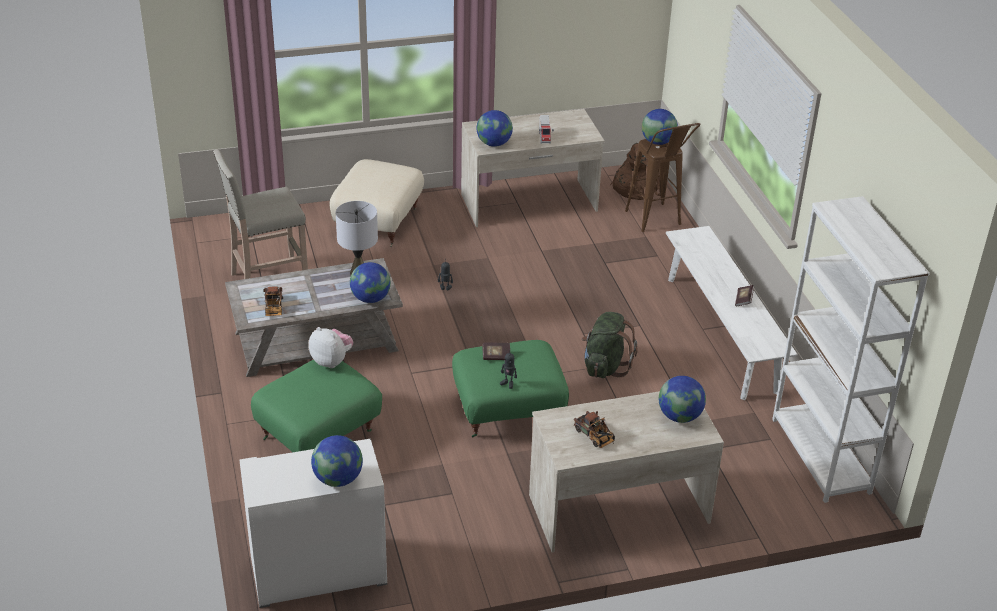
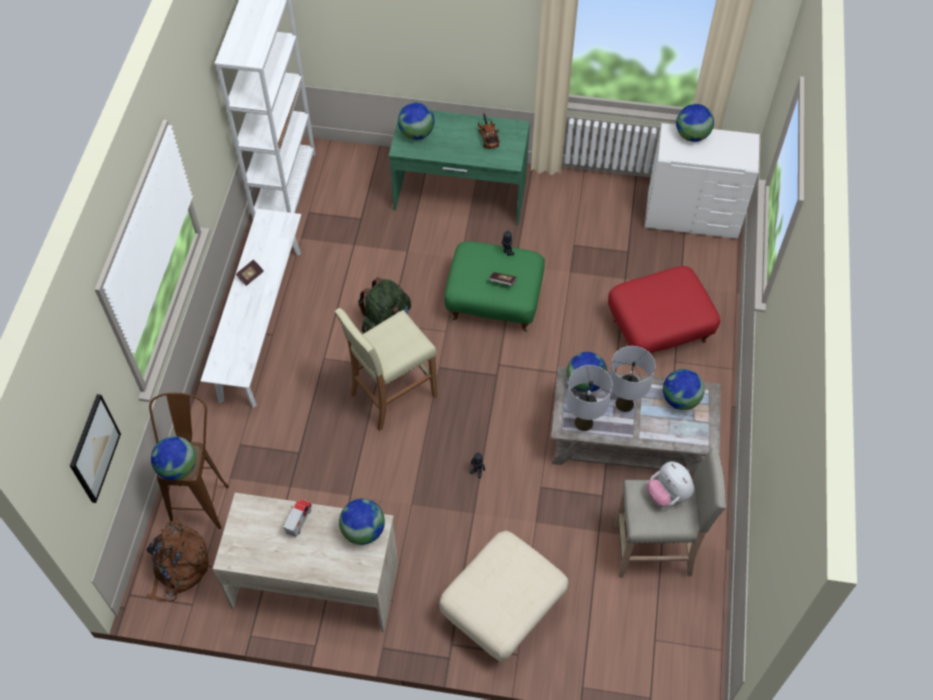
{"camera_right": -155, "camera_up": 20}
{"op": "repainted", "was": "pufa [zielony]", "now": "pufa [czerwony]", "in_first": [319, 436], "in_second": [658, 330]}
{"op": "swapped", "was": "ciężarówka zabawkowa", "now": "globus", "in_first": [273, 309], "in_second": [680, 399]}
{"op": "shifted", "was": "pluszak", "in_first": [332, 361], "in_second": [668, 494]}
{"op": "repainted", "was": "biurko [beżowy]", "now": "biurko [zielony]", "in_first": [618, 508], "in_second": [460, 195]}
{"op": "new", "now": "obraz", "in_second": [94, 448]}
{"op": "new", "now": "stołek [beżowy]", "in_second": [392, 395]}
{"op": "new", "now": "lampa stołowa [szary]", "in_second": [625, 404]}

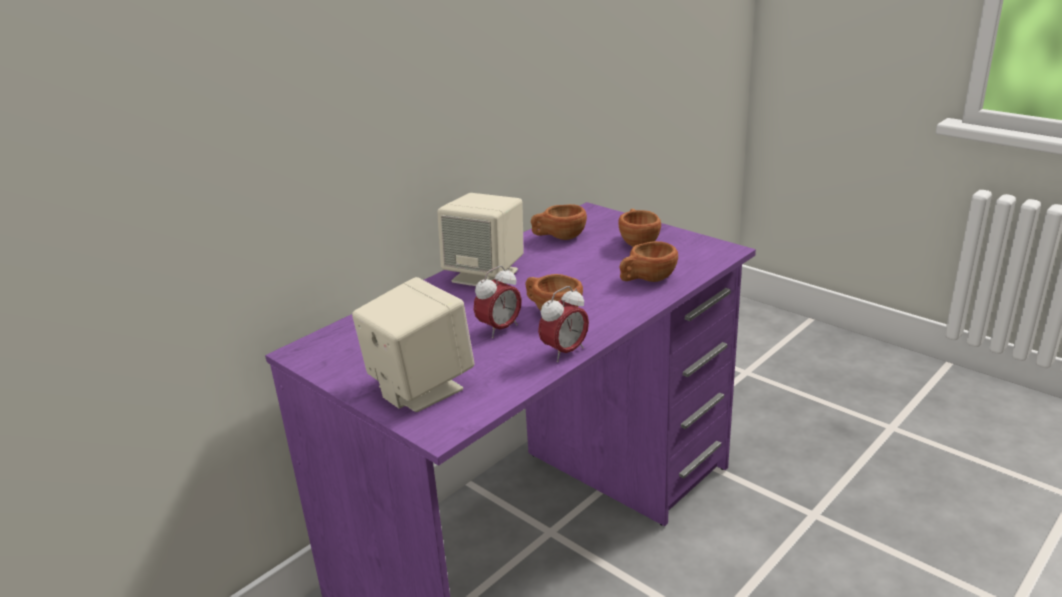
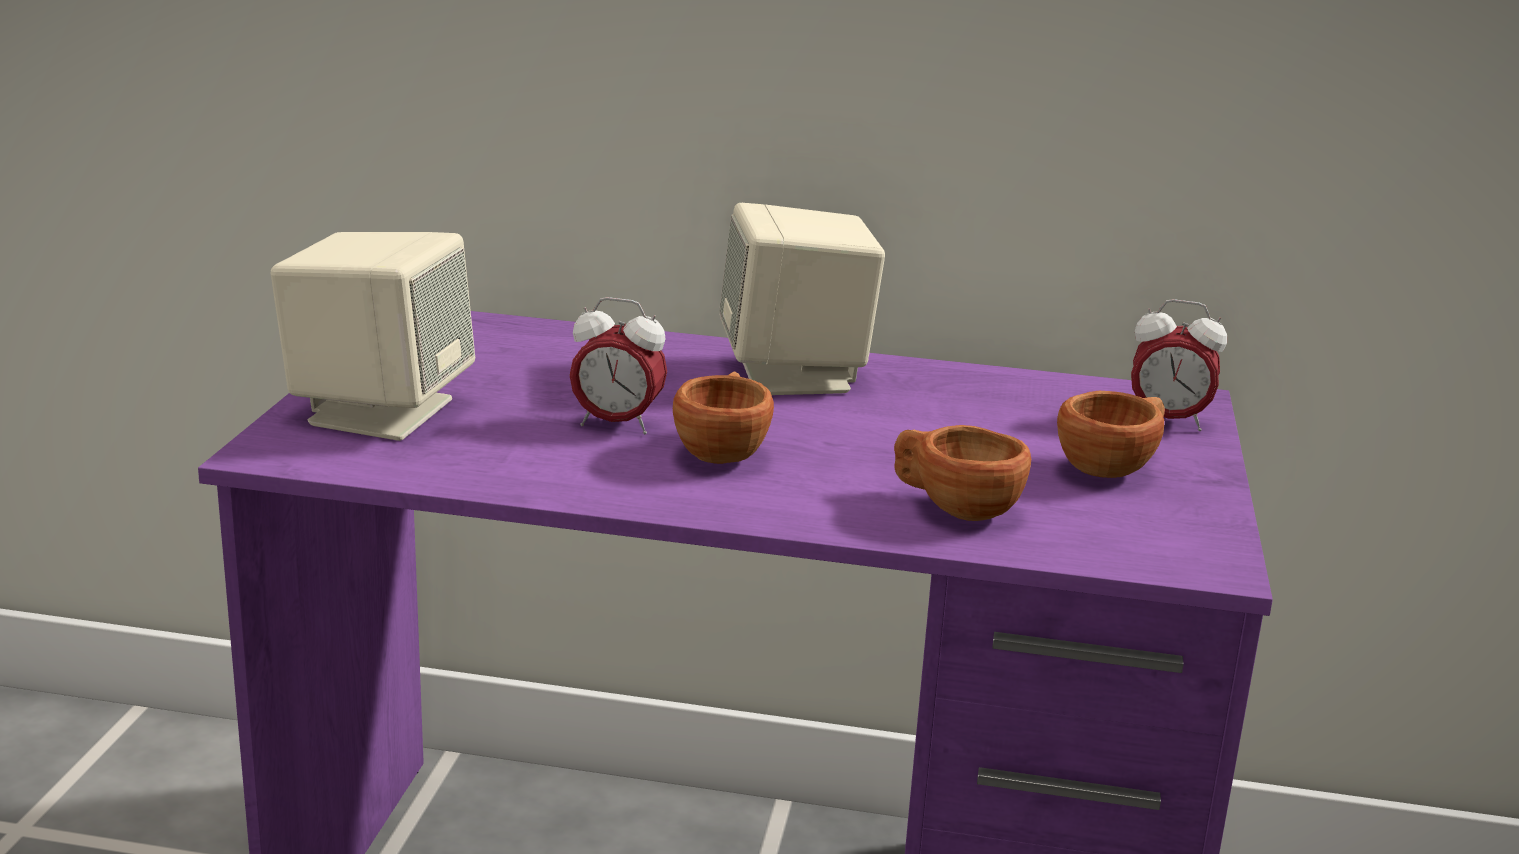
{"camera_right": 55, "camera_up": -5}
{"op": "gone", "was": "filiżanka [brązowy]", "in_first": [559, 237]}
{"op": "shifted", "was": "budzik", "in_first": [564, 352], "in_second": [1167, 421]}

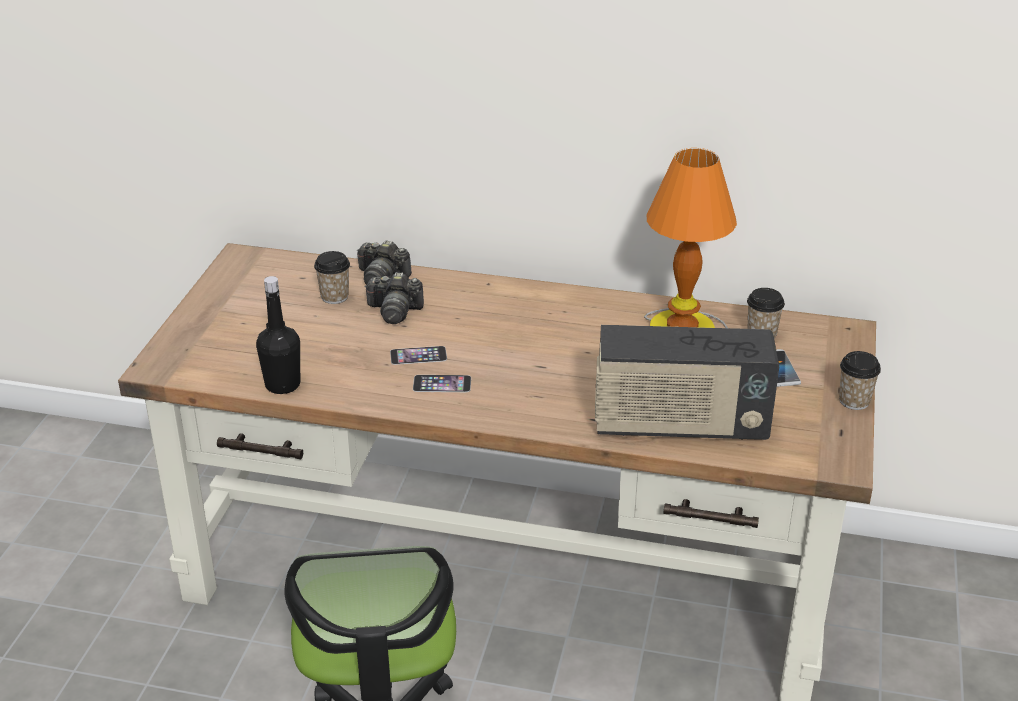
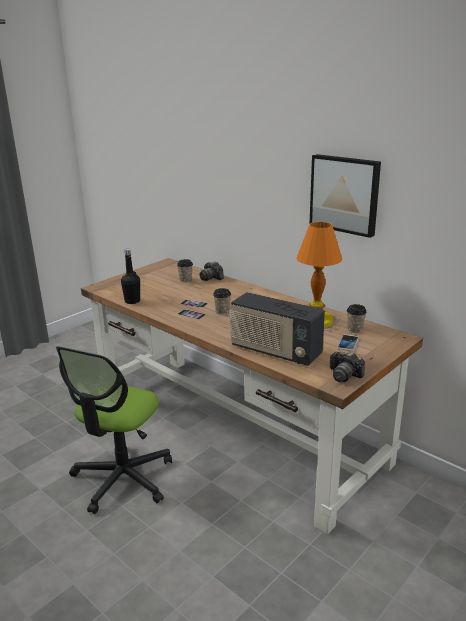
{"camera_right": 30, "camera_up": -10}
{"op": "shifted", "was": "aparat fotograficzny", "in_first": [395, 311], "in_second": [344, 375]}
{"op": "shifted", "was": "filiżanka", "in_first": [854, 401], "in_second": [222, 312]}
{"op": "new", "now": "obraz", "in_second": [345, 194]}

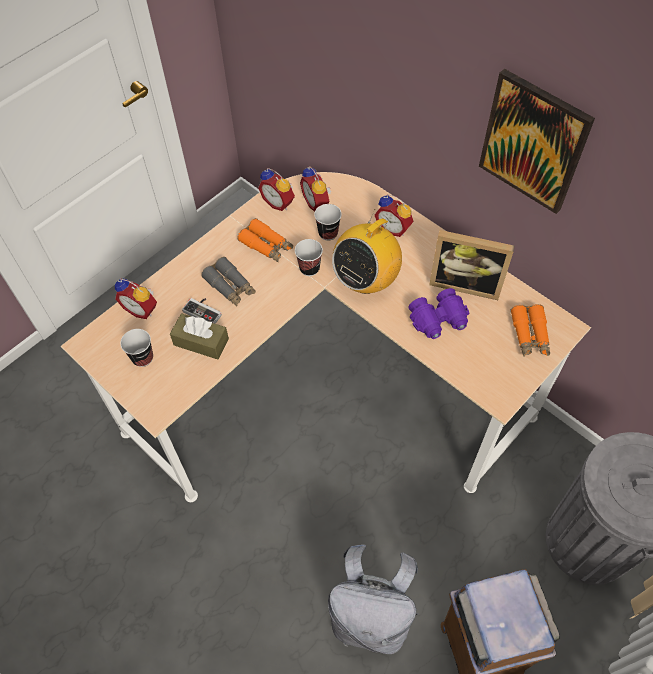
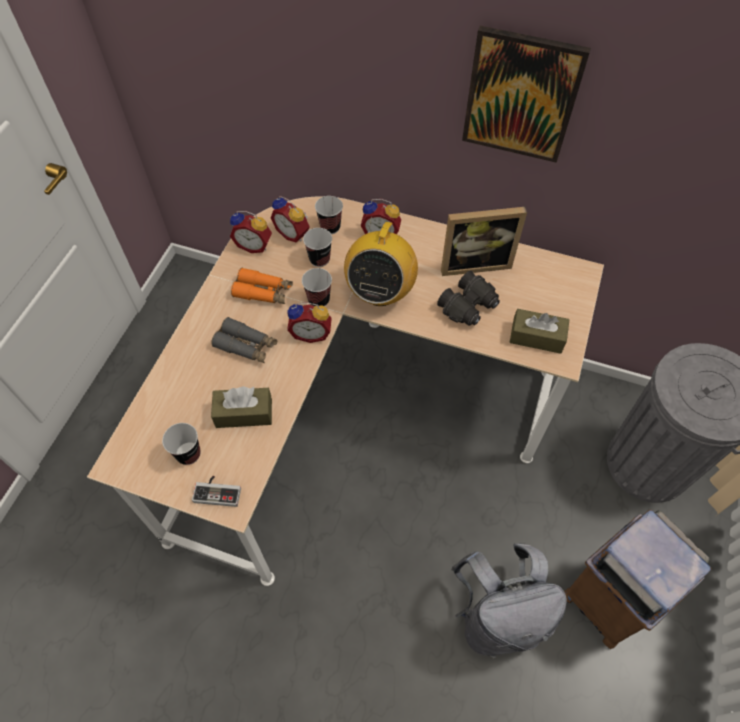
{"camera_right": -25, "camera_up": 0}
{"op": "shifted", "was": "budzik", "in_first": [142, 309], "in_second": [311, 333]}
{"op": "shifted", "was": "pad do gier", "in_first": [204, 311], "in_second": [218, 491]}
{"op": "repainted", "was": "lornetka [fioletowy]", "now": "lornetka [czarny]", "in_first": [439, 321], "in_second": [469, 306]}
{"op": "gone", "was": "lornetka [pomarańczowy]", "in_first": [529, 335]}
{"op": "new", "now": "filiżanka", "in_second": [330, 227]}
{"op": "new", "now": "pudełko chusteczek [brązowy]", "in_second": [536, 337]}

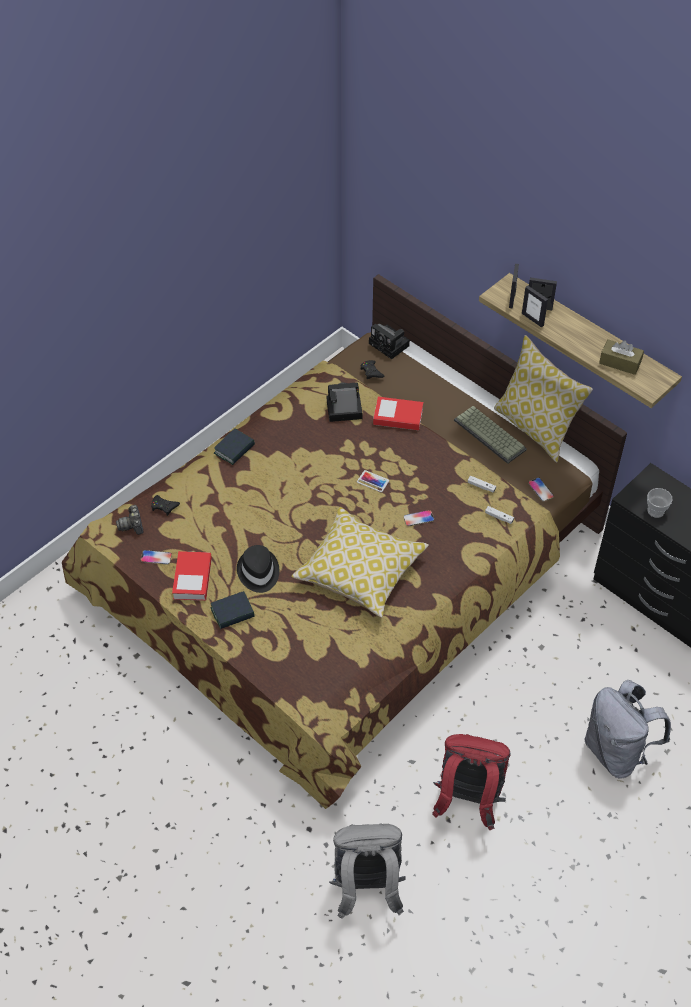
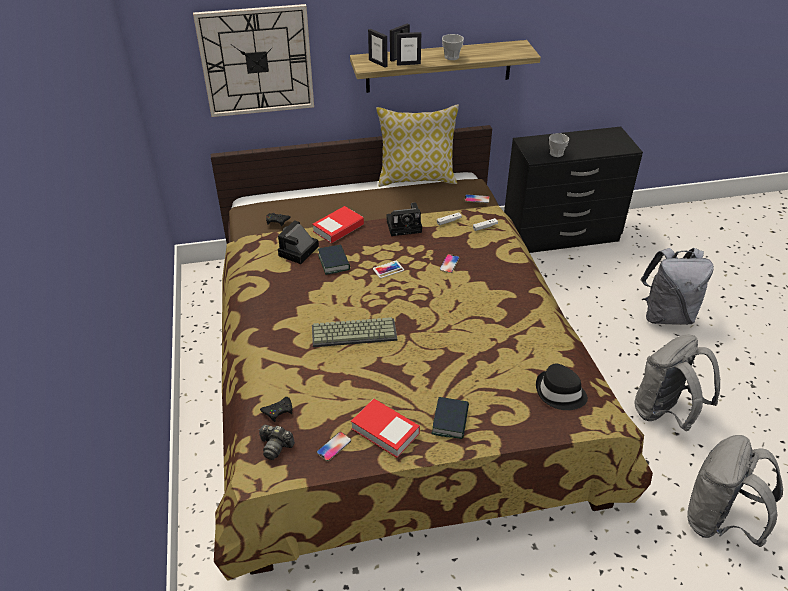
{"camera_right": -55, "camera_up": -10}
{"op": "shifted", "was": "książka", "in_first": [234, 449], "in_second": [334, 262]}
{"op": "shifted", "was": "kapelusz [czarny]", "in_first": [258, 572], "in_second": [560, 393]}
{"op": "gone", "was": "poduszka", "in_first": [360, 571]}
{"op": "shifted", "was": "aparat fotograficzny", "in_first": [390, 345], "in_second": [405, 226]}
{"op": "repainted", "was": "plecak [czerwony]", "now": "plecak [szary]", "in_first": [467, 800], "in_second": [664, 413]}
{"op": "shifted", "was": "klawiatura", "in_first": [491, 435], "in_second": [355, 332]}
{"op": "gone", "was": "pudełko chusteczek [brązowy]", "in_first": [620, 362]}
{"op": "new", "now": "zegar ścienny", "in_second": [256, 61]}
{"op": "new", "now": "filiżanka", "in_second": [451, 57]}

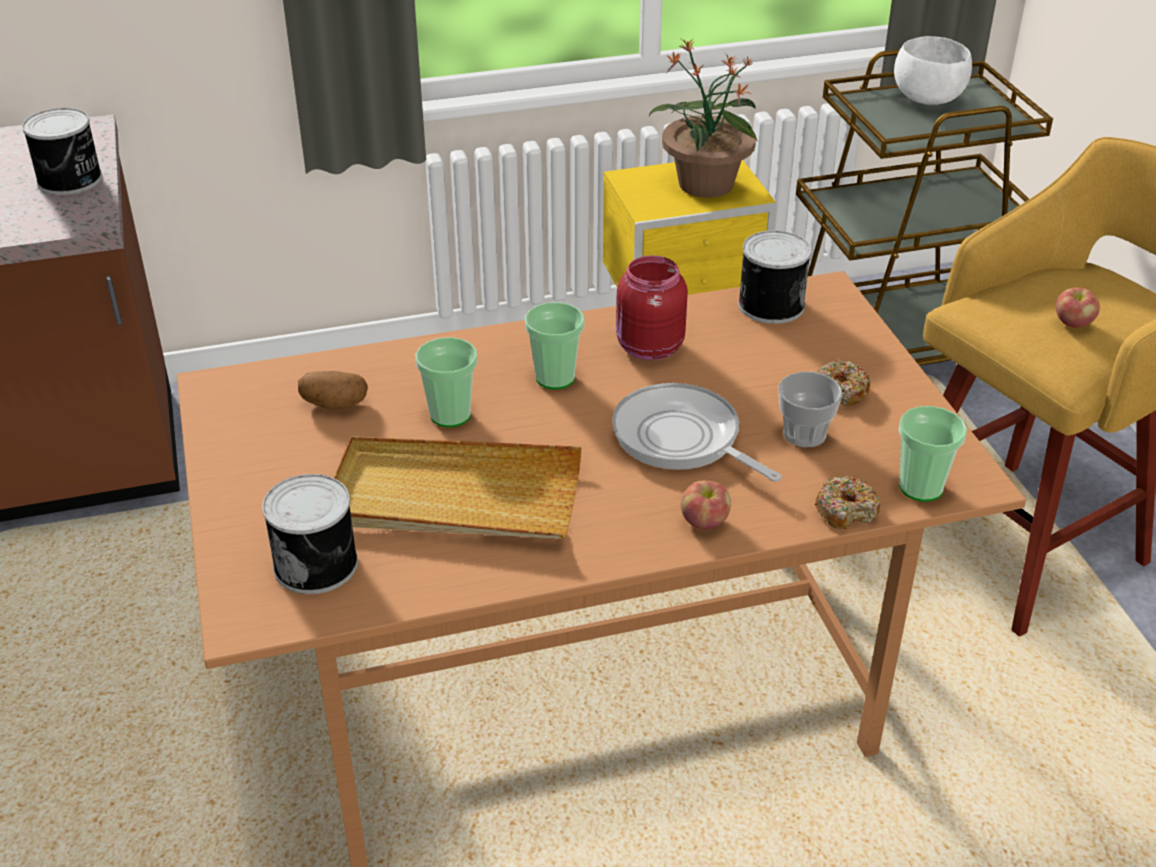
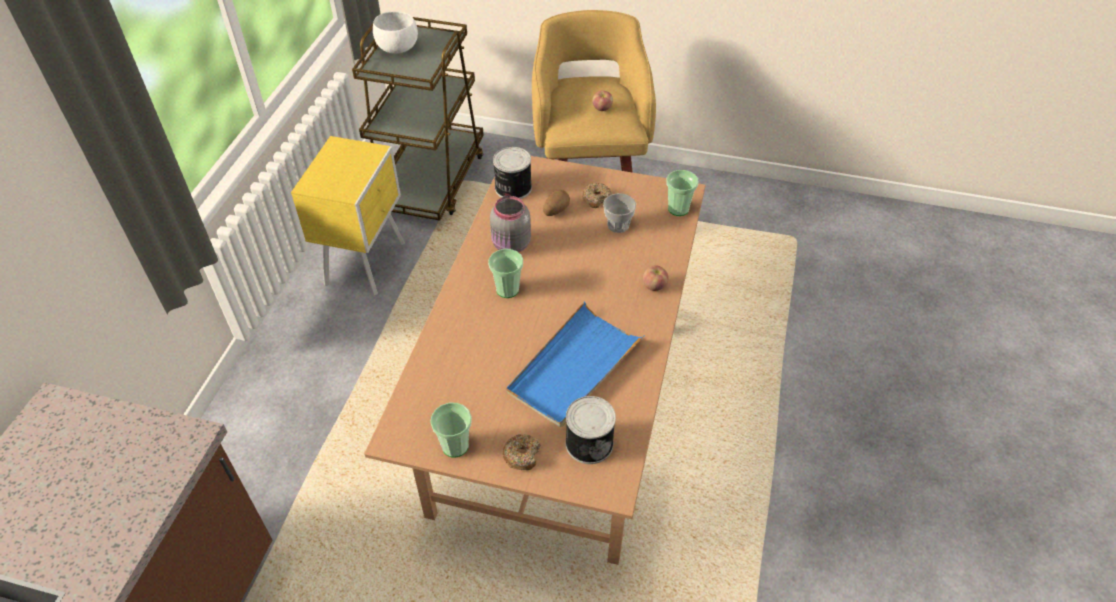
{"camera_right": -60, "camera_up": 10}
{"op": "gone", "was": "puszka", "in_first": [71, 180]}
{"op": "shifted", "was": "ziemniak", "in_first": [334, 405], "in_second": [555, 210]}
{"op": "repainted", "was": "taca [beżowy]", "now": "taca [niebieski]", "in_first": [453, 497], "in_second": [574, 367]}
{"op": "shifted", "was": "filiżanka", "in_first": [450, 415], "in_second": [455, 446]}
{"op": "gone", "was": "patelnia", "in_first": [681, 439]}
{"op": "repainted", "was": "słoik [czerwony]", "now": "słoik [szary]", "in_first": [648, 348], "in_second": [511, 245]}
{"op": "gone", "was": "roślina doniczkowa", "in_first": [705, 185]}
{"op": "shifted", "was": "donut", "in_first": [846, 510], "in_second": [522, 455]}

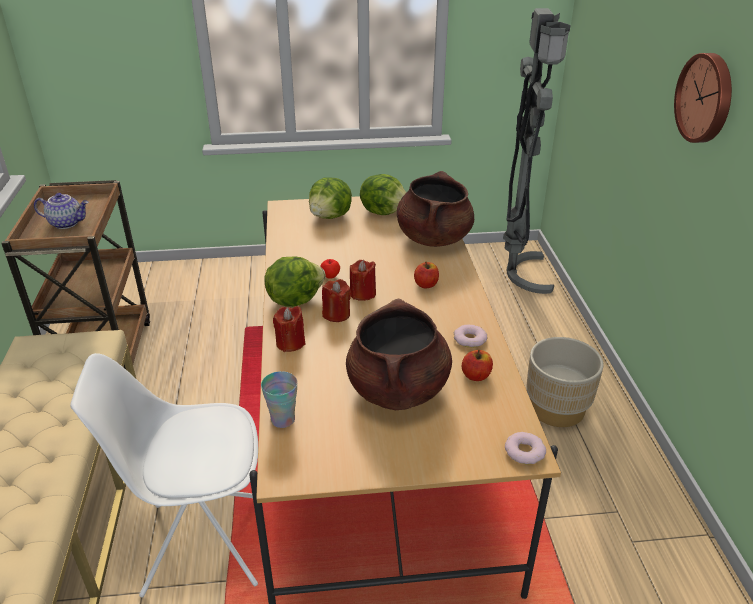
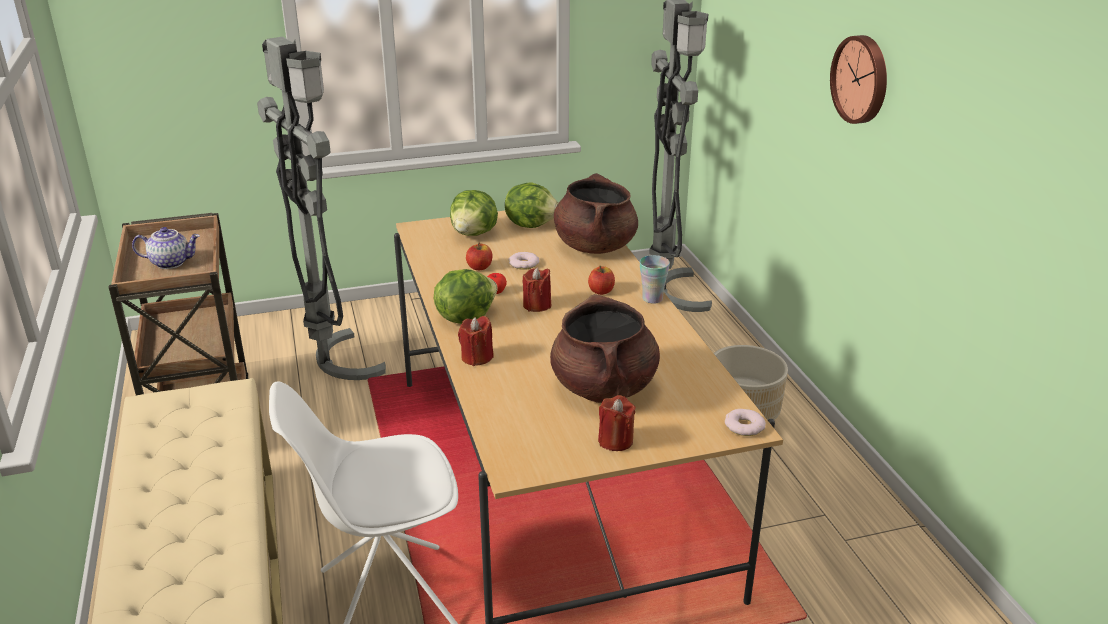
{"camera_right": -10, "camera_up": -5}
{"op": "shifted", "was": "filiżanka", "in_first": [283, 419], "in_second": [652, 298]}
{"op": "shifted", "was": "świeca [czerwony]", "in_first": [336, 314], "in_second": [615, 441]}
{"op": "shifted", "was": "donut", "in_first": [470, 339], "in_second": [524, 264]}
{"op": "shifted", "was": "jabłko", "in_first": [476, 375], "in_second": [479, 267]}
{"op": "new", "now": "lampa stojąca [szary]", "in_second": [332, 365]}

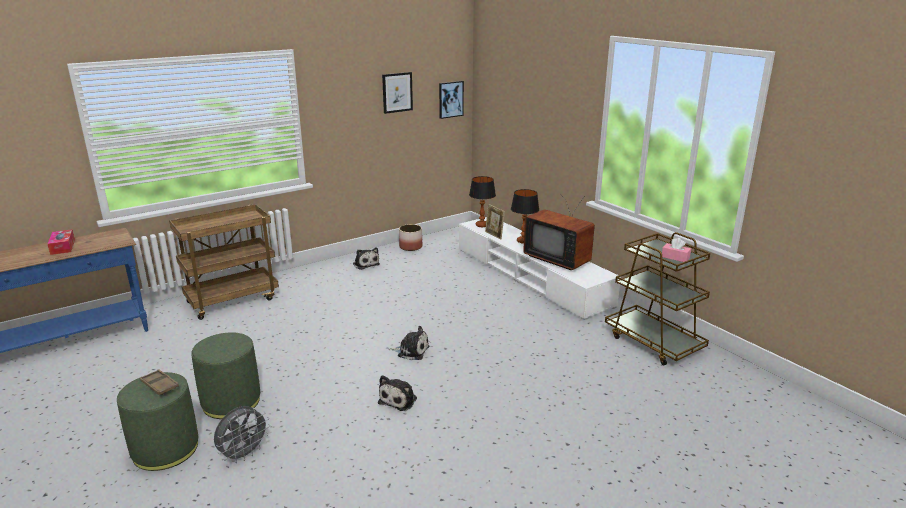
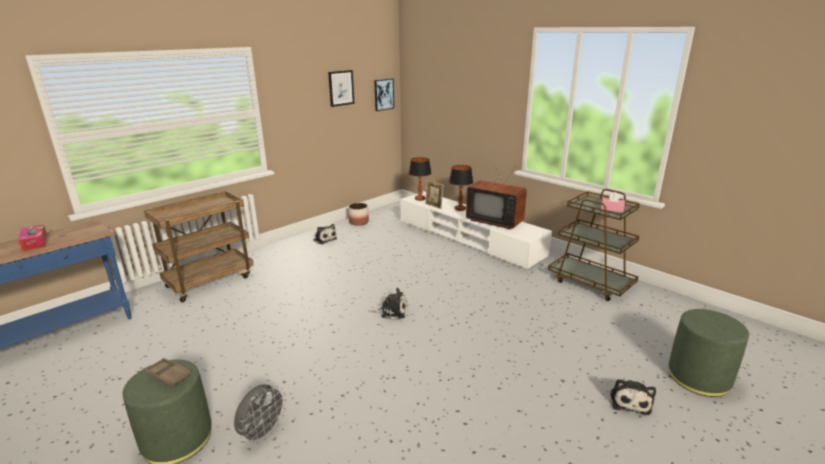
{"camera_right": -10, "camera_up": 0}
{"op": "shifted", "was": "pufa [zielony]", "in_first": [231, 401], "in_second": [698, 377]}
{"op": "shifted", "was": "pluszak", "in_first": [399, 399], "in_second": [629, 401]}

